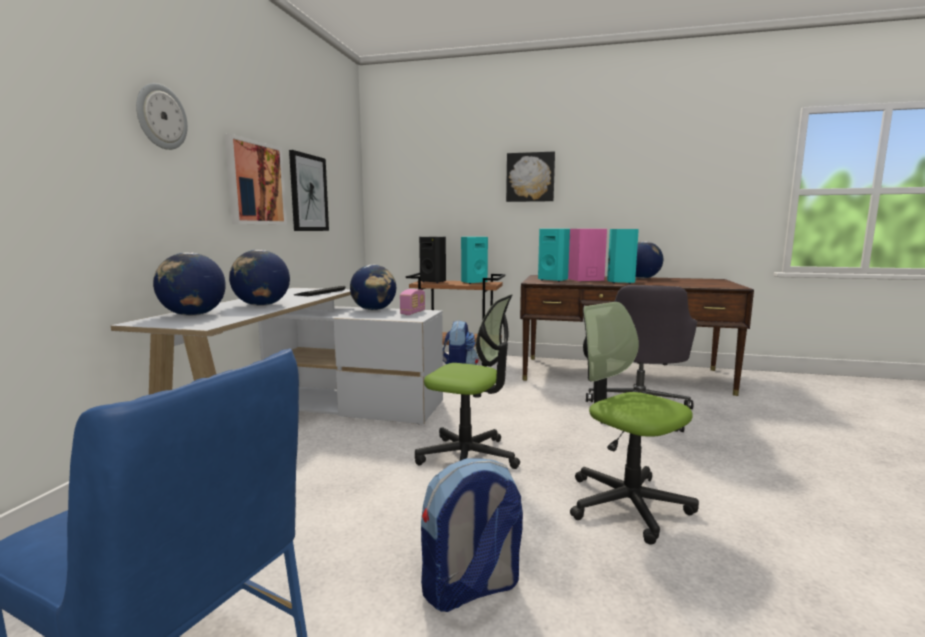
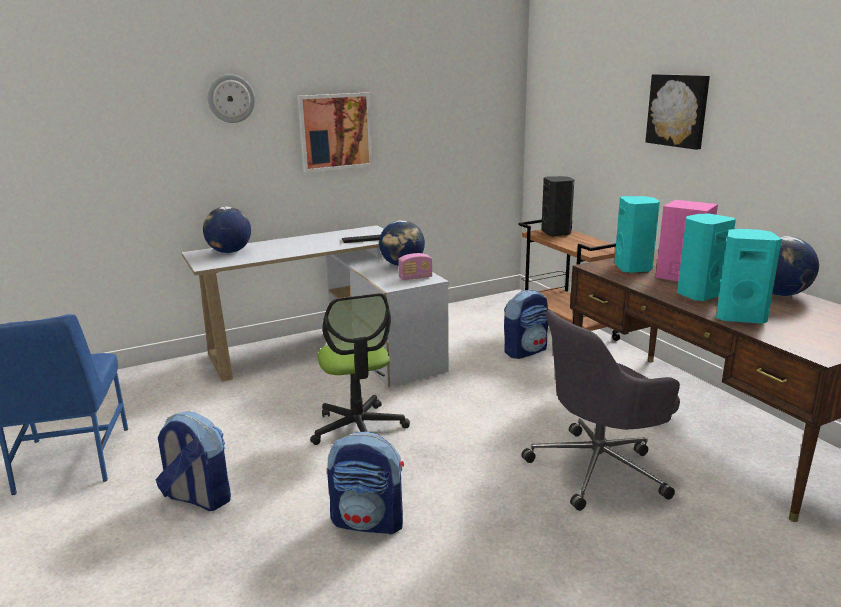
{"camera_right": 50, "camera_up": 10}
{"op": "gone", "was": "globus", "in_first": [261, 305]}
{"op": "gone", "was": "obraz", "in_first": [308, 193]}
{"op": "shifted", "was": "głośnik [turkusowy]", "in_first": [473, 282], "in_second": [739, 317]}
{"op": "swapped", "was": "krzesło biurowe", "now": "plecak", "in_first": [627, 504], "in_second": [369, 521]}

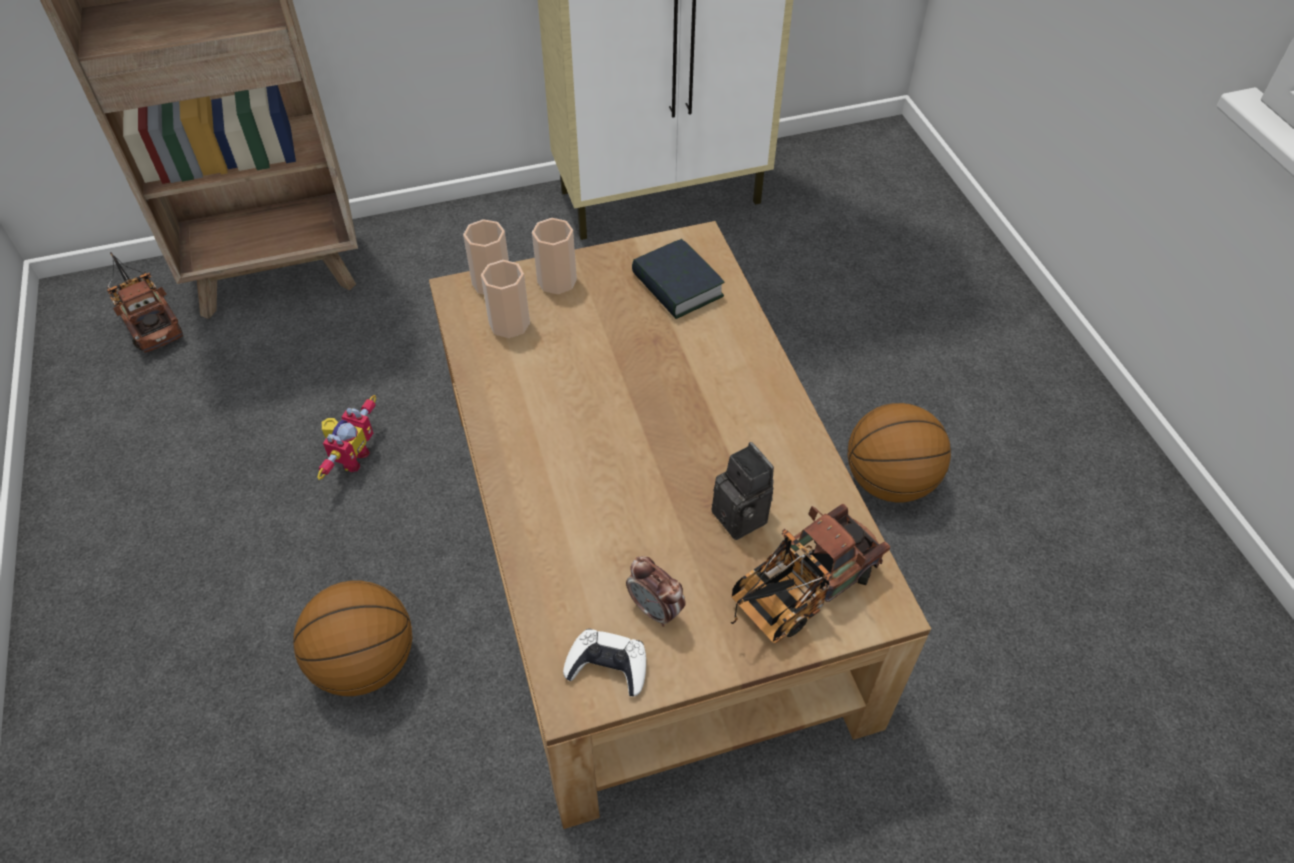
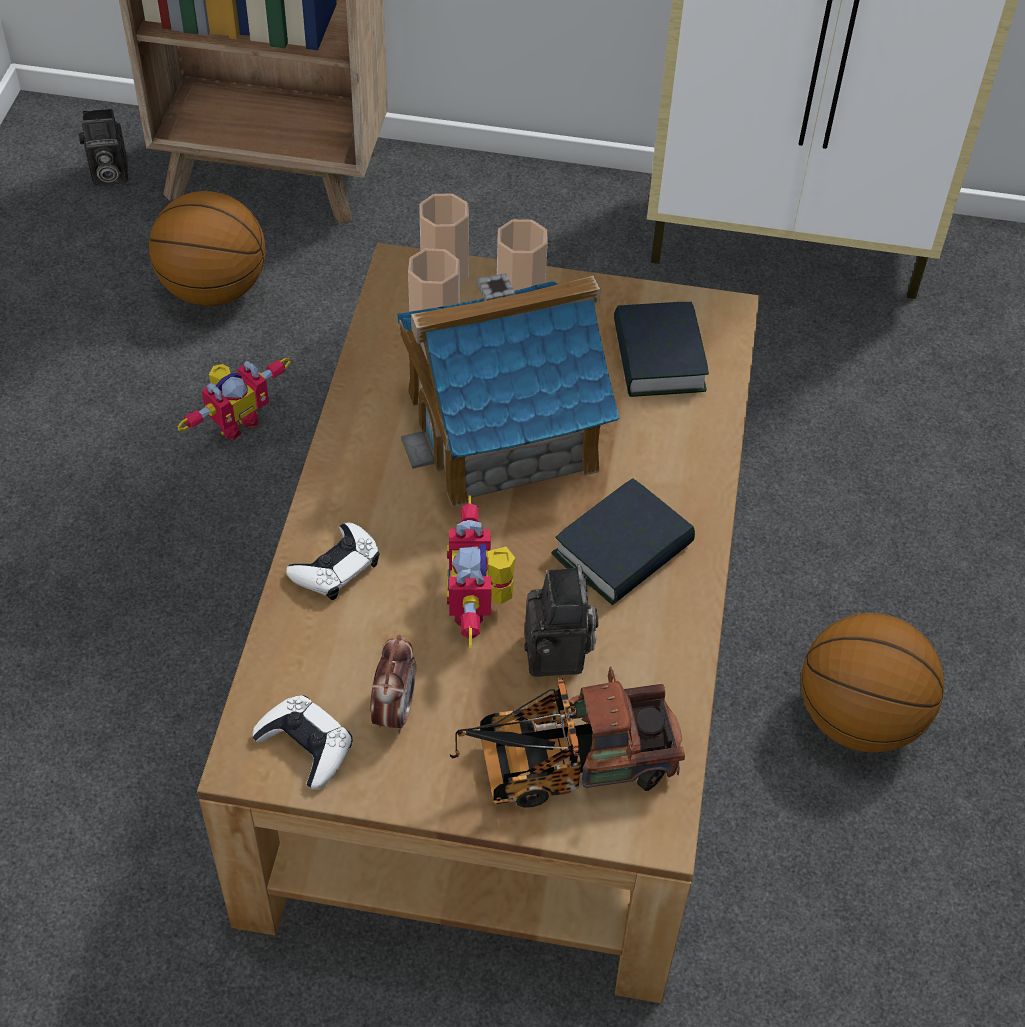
{"camera_right": 25, "camera_up": 0}
{"op": "swapped", "was": "ciężarówka zabawkowa", "now": "aparat fotograficzny", "in_first": [147, 317], "in_second": [108, 175]}
{"op": "shifted", "was": "piłka do koszykówki", "in_first": [365, 663], "in_second": [213, 290]}
{"op": "rotated", "was": "budzik", "in_first": [655, 610], "in_second": [394, 711], "clockwise": -150}
{"op": "new", "now": "pad do gier [biały]", "in_second": [336, 567]}
{"op": "new", "now": "domek", "in_second": [503, 432]}
{"op": "new", "now": "robot zabawkowy", "in_second": [480, 606]}
{"op": "new", "now": "książka", "in_second": [623, 551]}

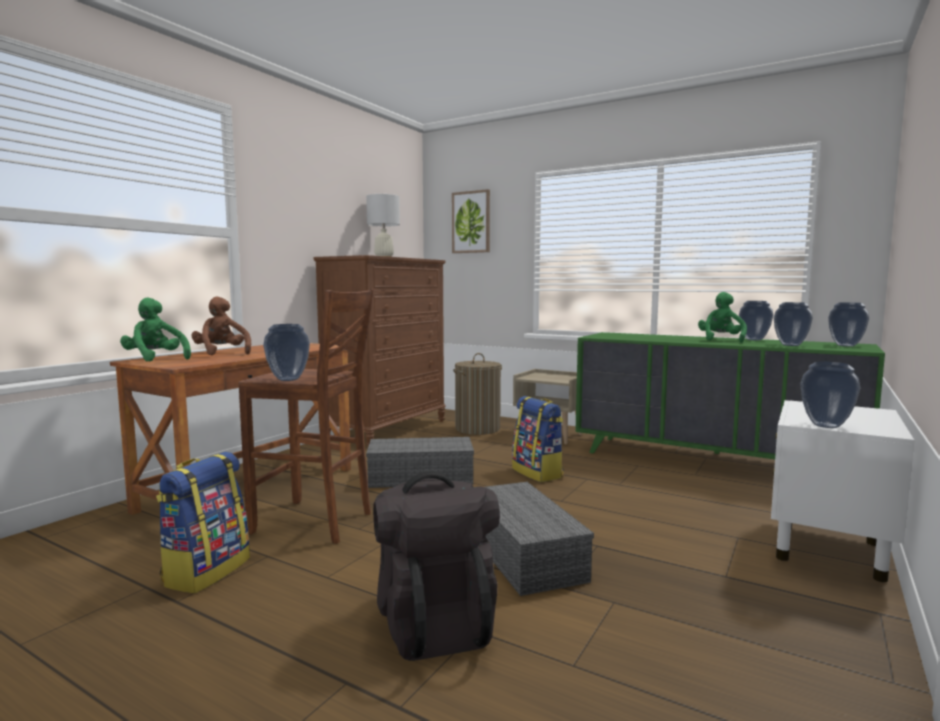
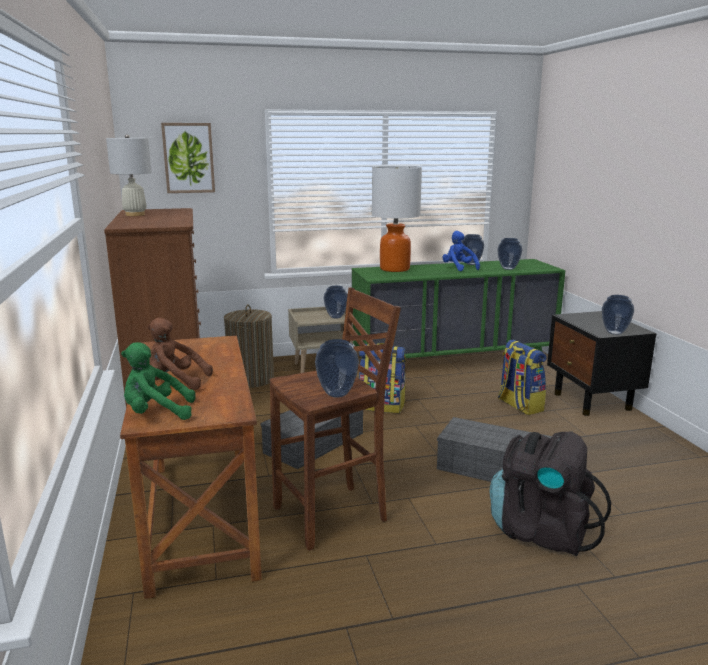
{"camera_right": -45, "camera_up": 10}
{"op": "shifted", "was": "plecak", "in_first": [206, 571], "in_second": [519, 405]}
{"op": "repainted", "was": "pluszak [zielony]", "now": "pluszak [niebieski]", "in_first": [721, 340], "in_second": [458, 268]}
{"op": "repainted", "was": "szafka nocna [biały]", "now": "szafka nocna [czarny]", "in_first": [828, 551], "in_second": [592, 402]}
{"op": "shifted", "was": "wazon", "in_first": [846, 345], "in_second": [336, 317]}
{"op": "new", "now": "lampa stołowa", "in_second": [395, 269]}

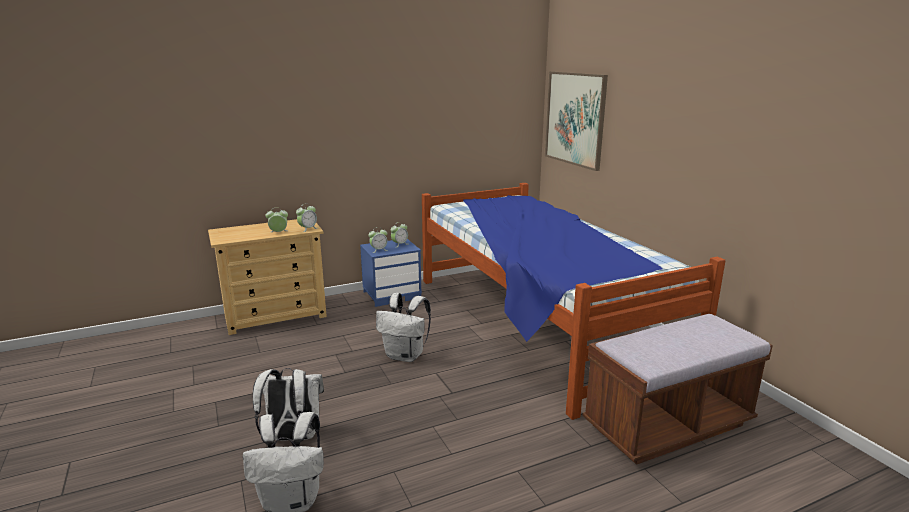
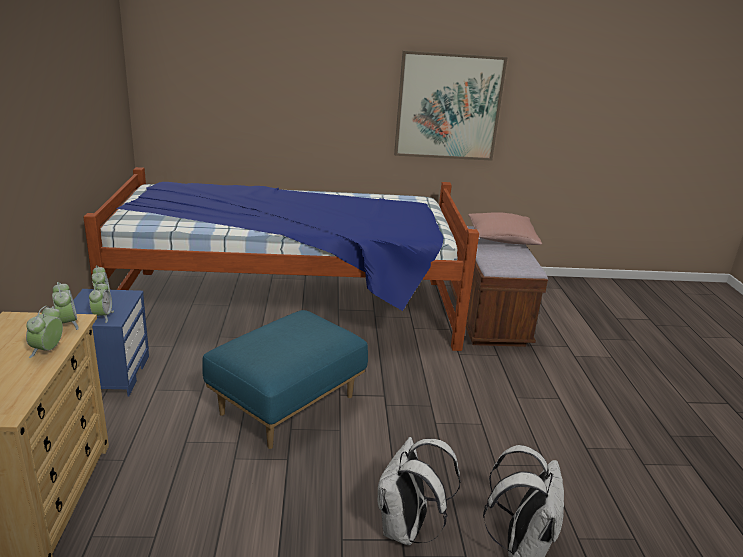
{"camera_right": -70, "camera_up": 5}
{"op": "swapped", "was": "plecak [biały]", "now": "pufa [niebieski]", "in_first": [405, 356], "in_second": [287, 404]}
{"op": "shifted", "was": "obraz", "in_first": [575, 119], "in_second": [448, 107]}
{"op": "new", "now": "poduszka [różowy]", "in_second": [501, 239]}

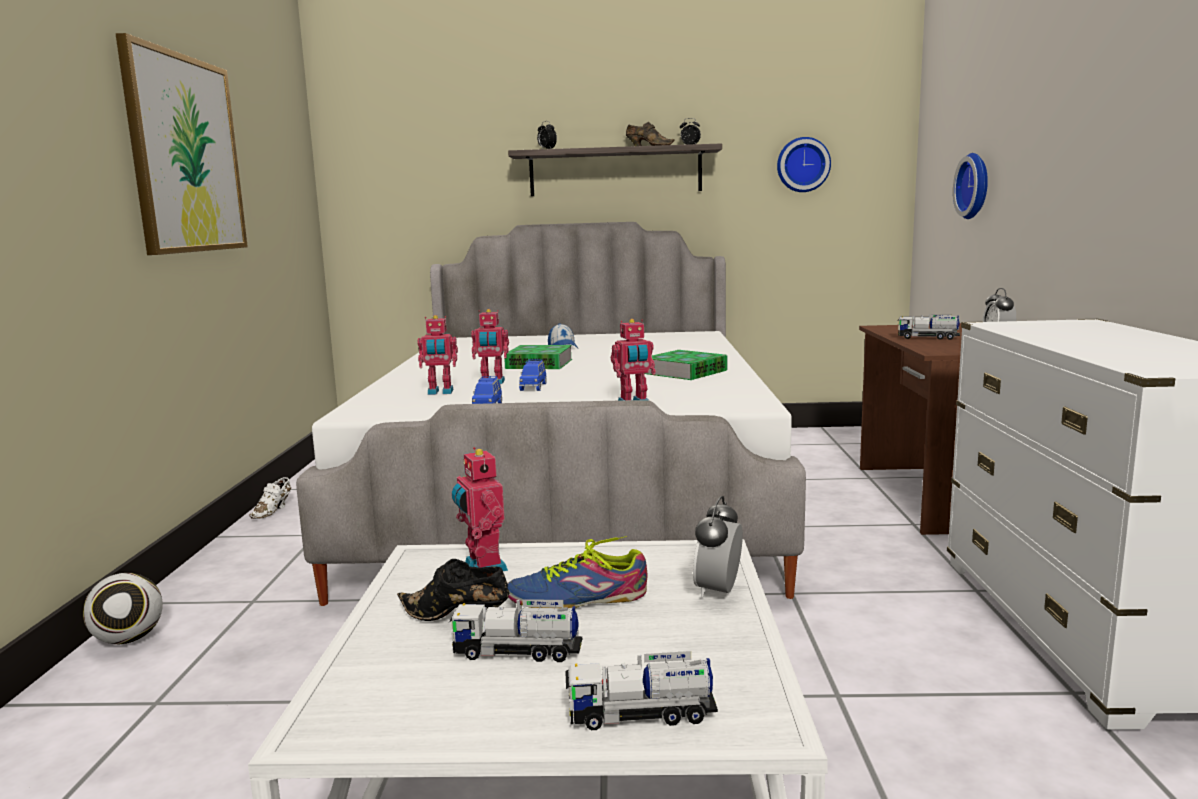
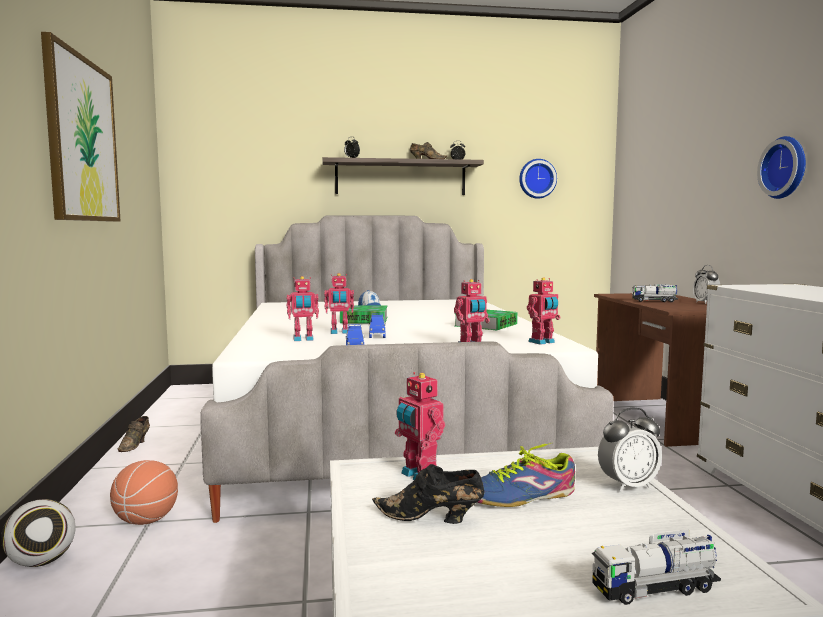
{"camera_right": -10, "camera_up": -5}
{"op": "repainted", "was": "but [biały]", "now": "but [brązowy]", "in_first": [273, 511], "in_second": [135, 445]}
{"op": "gone", "was": "ciężarówka zabawkowa", "in_first": [517, 652]}
{"op": "rotated", "was": "budzik", "in_first": [718, 591], "in_second": [628, 485], "clockwise": -120}
{"op": "shifted", "was": "zegar ścienny", "in_first": [976, 186], "in_second": [786, 167]}
{"op": "new", "now": "piłka do koszykówki", "in_second": [146, 520]}
{"op": "new", "now": "robot zabawkowy", "in_second": [542, 342]}

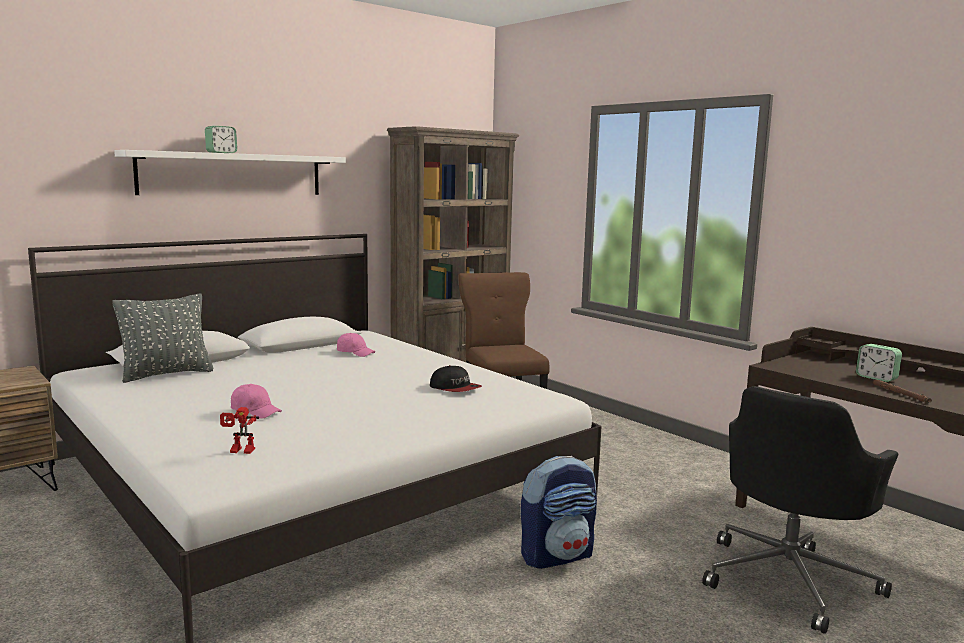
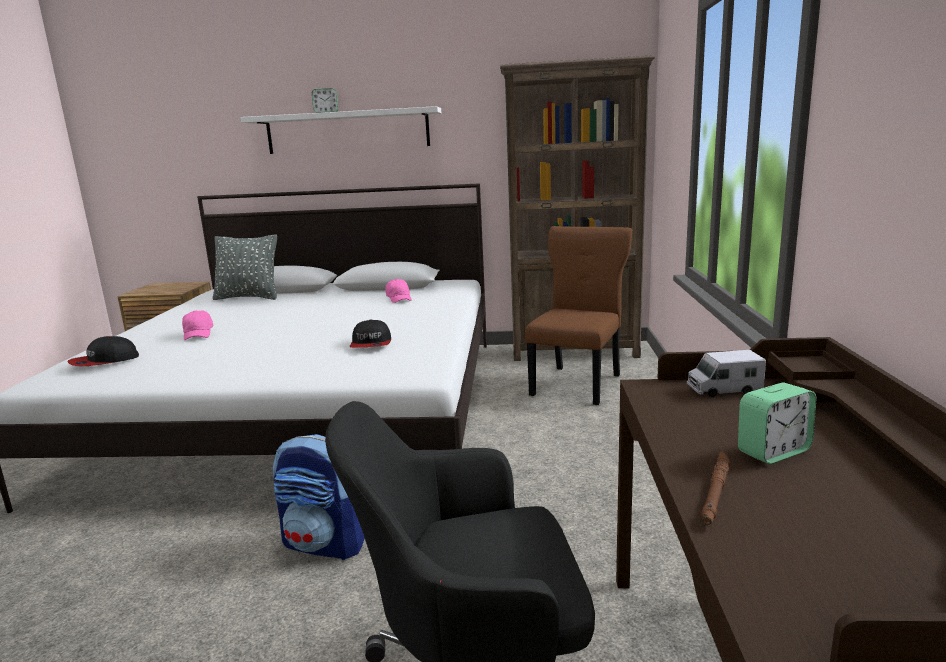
{"camera_right": 45, "camera_up": 5}
{"op": "swapped", "was": "robot zabawkowy", "now": "czapka z daszkiem", "in_first": [239, 451], "in_second": [104, 361]}
{"op": "rotated", "was": "budzik", "in_first": [876, 378], "in_second": [773, 451], "clockwise": -120}
{"op": "new", "now": "ciężarówka zabawkowa", "in_second": [723, 389]}

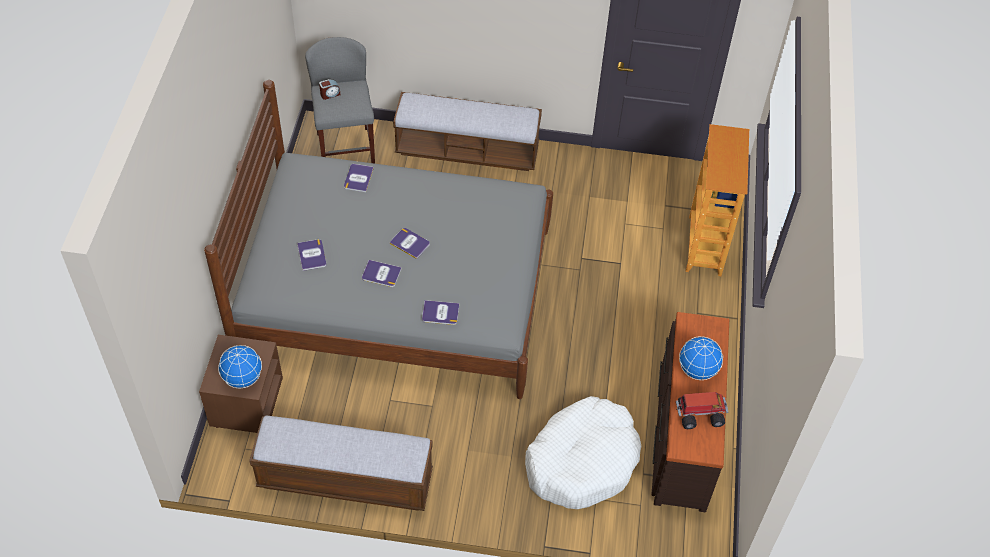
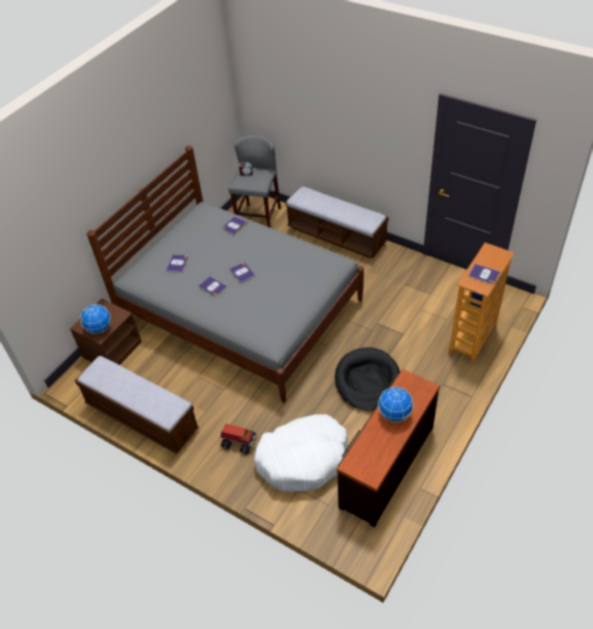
{"camera_right": 30, "camera_up": -5}
{"op": "shifted", "was": "książka", "in_first": [440, 313], "in_second": [484, 274]}
{"op": "shifted", "was": "ciężarówka zabawkowa", "in_first": [699, 414], "in_second": [238, 442]}
{"op": "new", "now": "legowisko [czarny]", "in_second": [368, 381]}

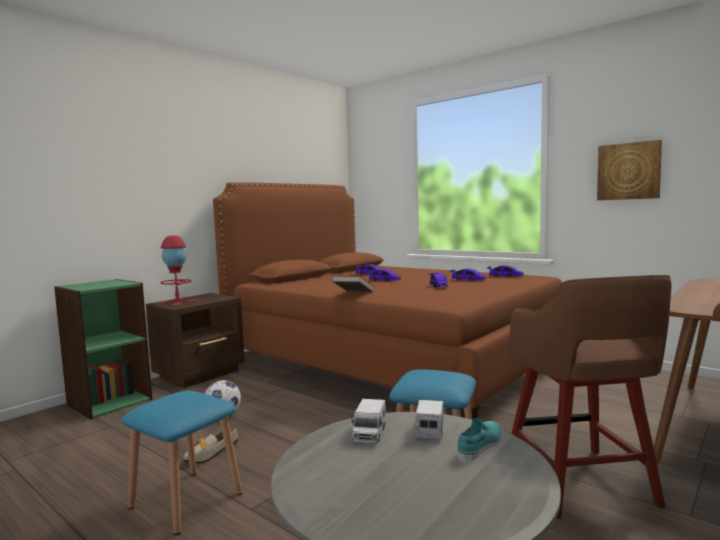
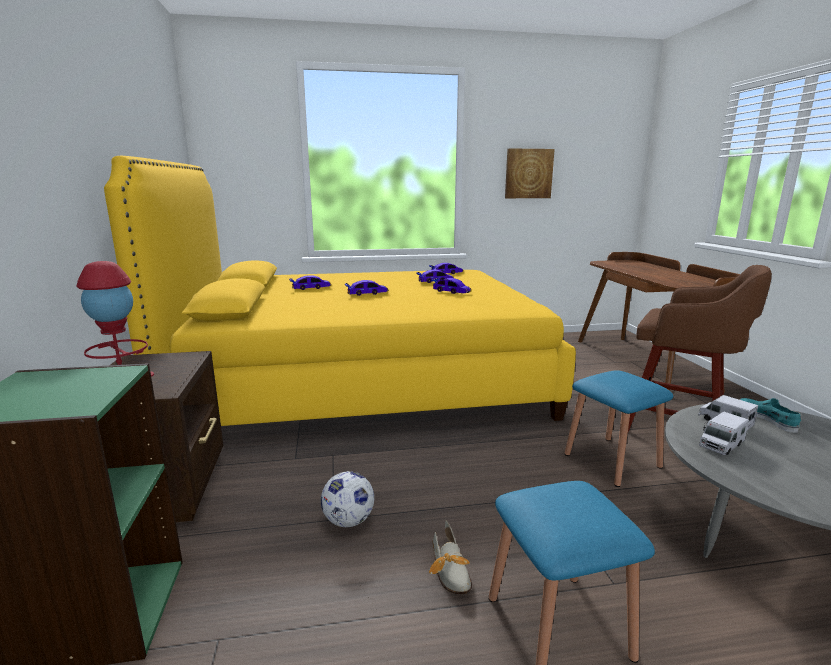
{"camera_right": -50, "camera_up": 10}
{"op": "repainted", "was": "łóżko [brązowy]", "now": "łóżko [żółty]", "in_first": [391, 359], "in_second": [362, 381]}
{"op": "gone", "was": "książka [brązowy]", "in_first": [353, 294]}
{"op": "rotated", "was": "ciężarówka zabawkowa", "in_first": [369, 434], "in_second": [721, 445], "clockwise": 90}

